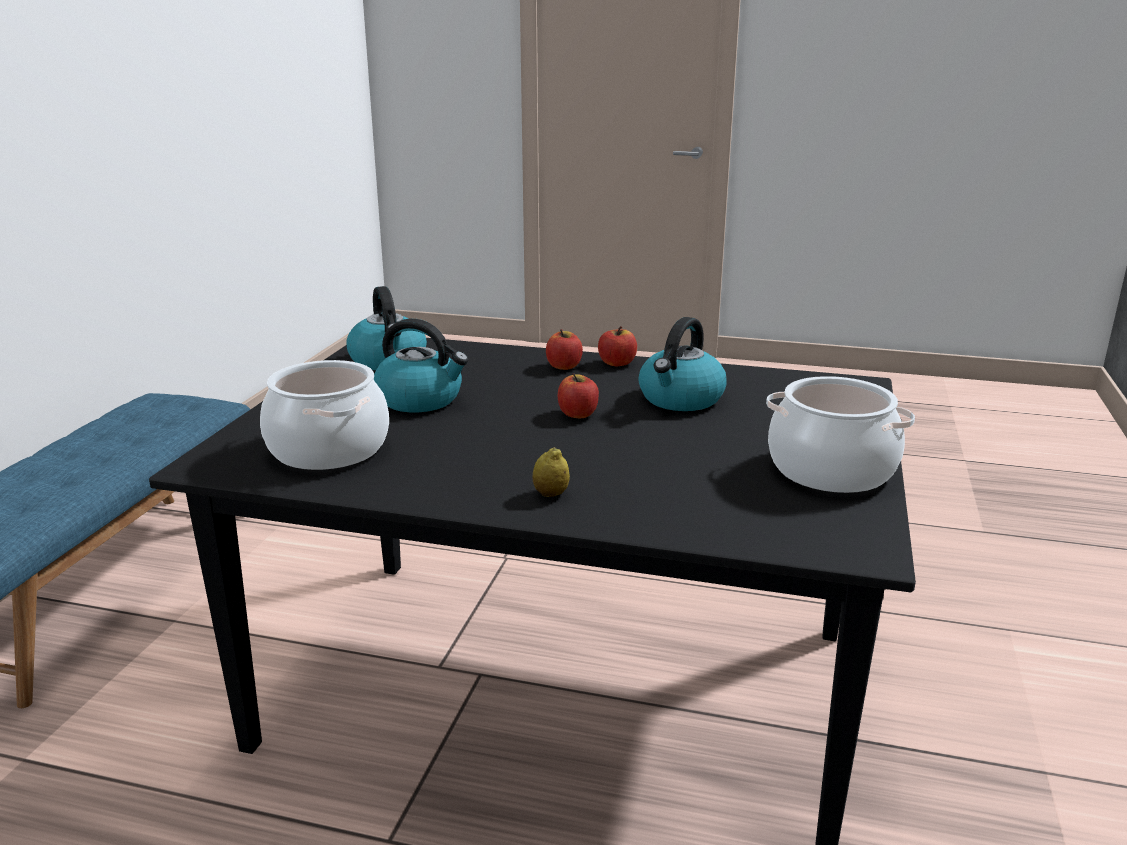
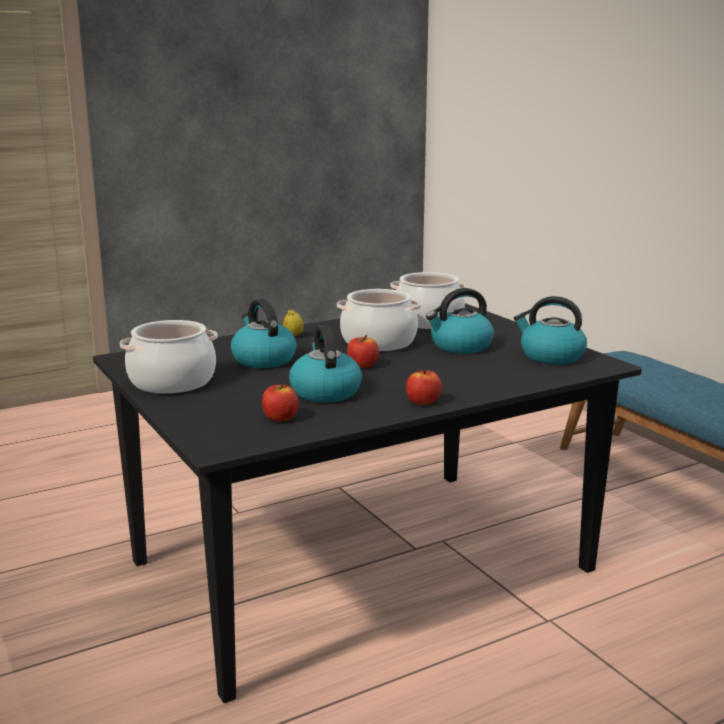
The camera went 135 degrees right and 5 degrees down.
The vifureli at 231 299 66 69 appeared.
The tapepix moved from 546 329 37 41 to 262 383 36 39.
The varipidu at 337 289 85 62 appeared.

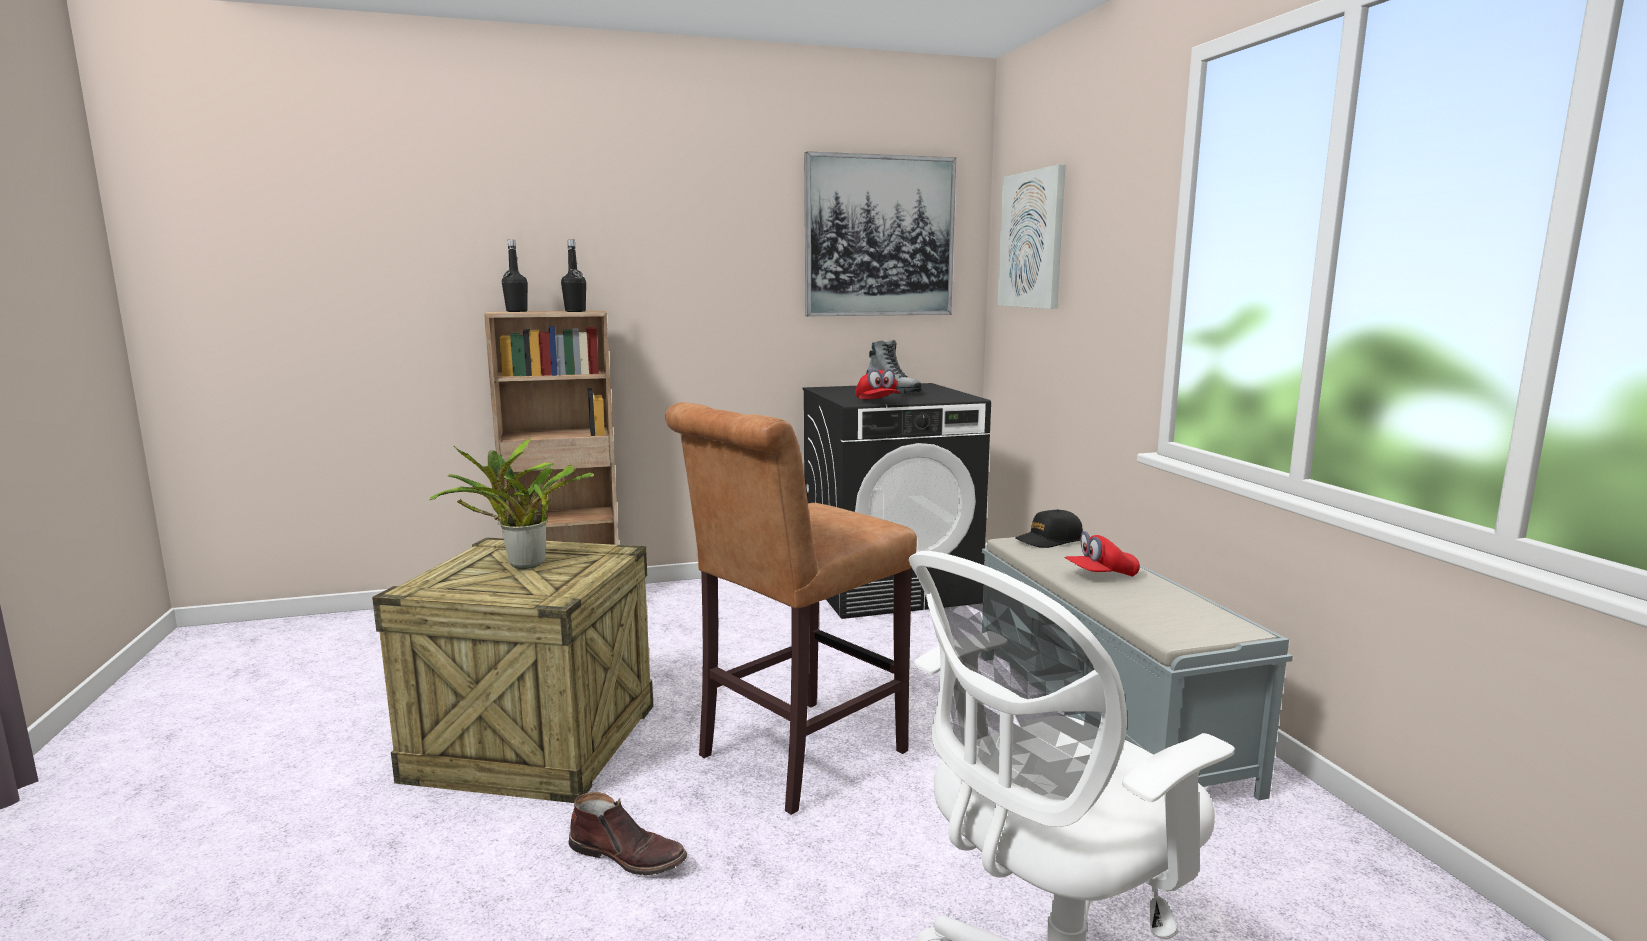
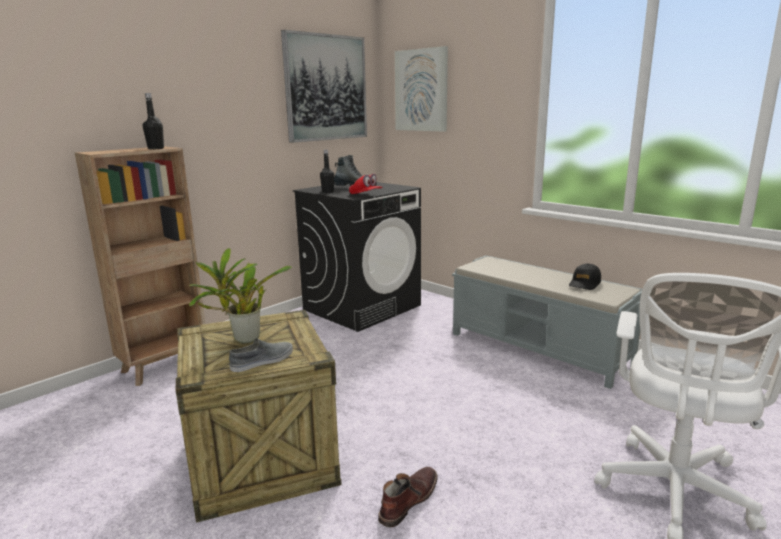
The camera went 30 degrees left and 5 degrees up.
The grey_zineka at 229 338 64 34 appeared.
The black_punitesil moved from 502 240 25 72 to 320 150 14 43.
The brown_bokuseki at 569 792 118 83 turned 45 degrees counterclockwise.
The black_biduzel moved from 1015 509 68 39 to 569 264 32 26.
The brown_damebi at 665 402 252 413 disappeared.
The red_biduzel at 1064 531 76 46 disappeared.

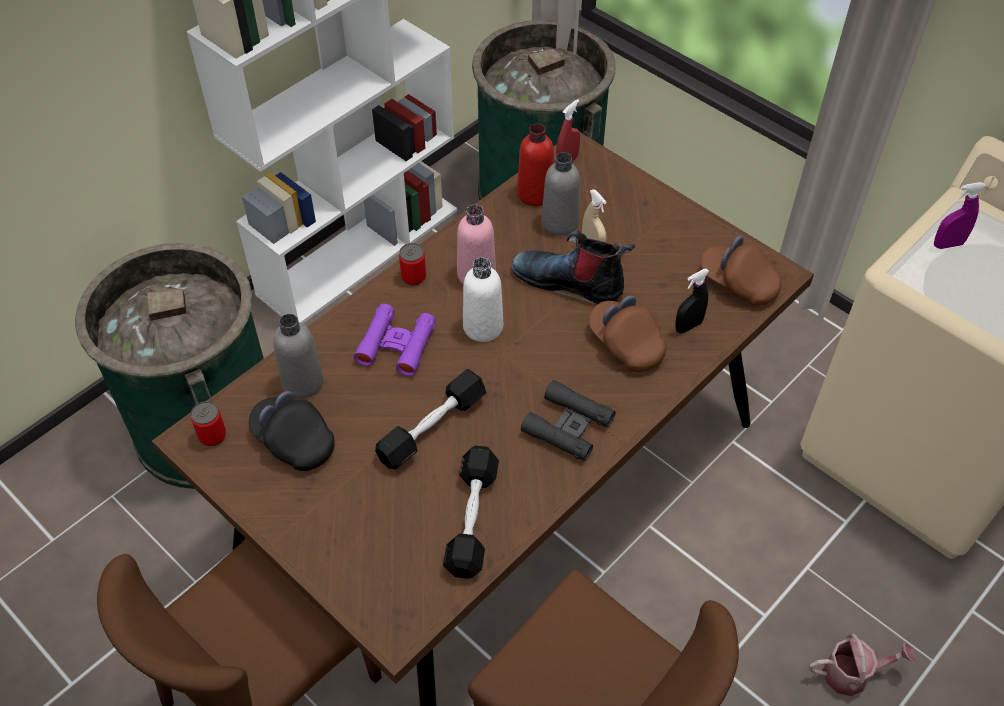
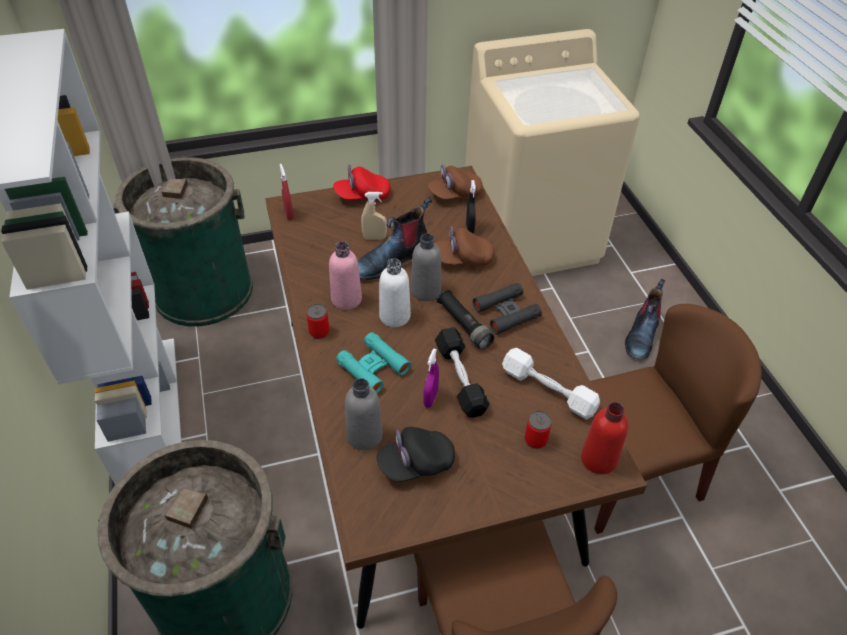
The camera went 60 degrees left and 5 degrees down.
The red_biduzel at 333 165 58 35 appeared.
The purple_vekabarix at 354 304 82 72 became the turquoise_vekabarix at 336 332 75 61.
The grey_punitesil moved from 542 152 38 83 to 411 234 30 67.
The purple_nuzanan moved from 934 182 52 67 to 423 348 16 60.
The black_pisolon at 437 290 57 59 appeared.
The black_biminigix at 443 446 56 133 became the white_biminigix at 502 348 98 71.
The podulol moved from 191 401 35 45 to 525 411 27 38.
The red_punitesil moved from 517 124 37 82 to 581 402 47 72.
The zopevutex at 809 634 106 62 was replaced by the bokuseki at 625 279 40 81.

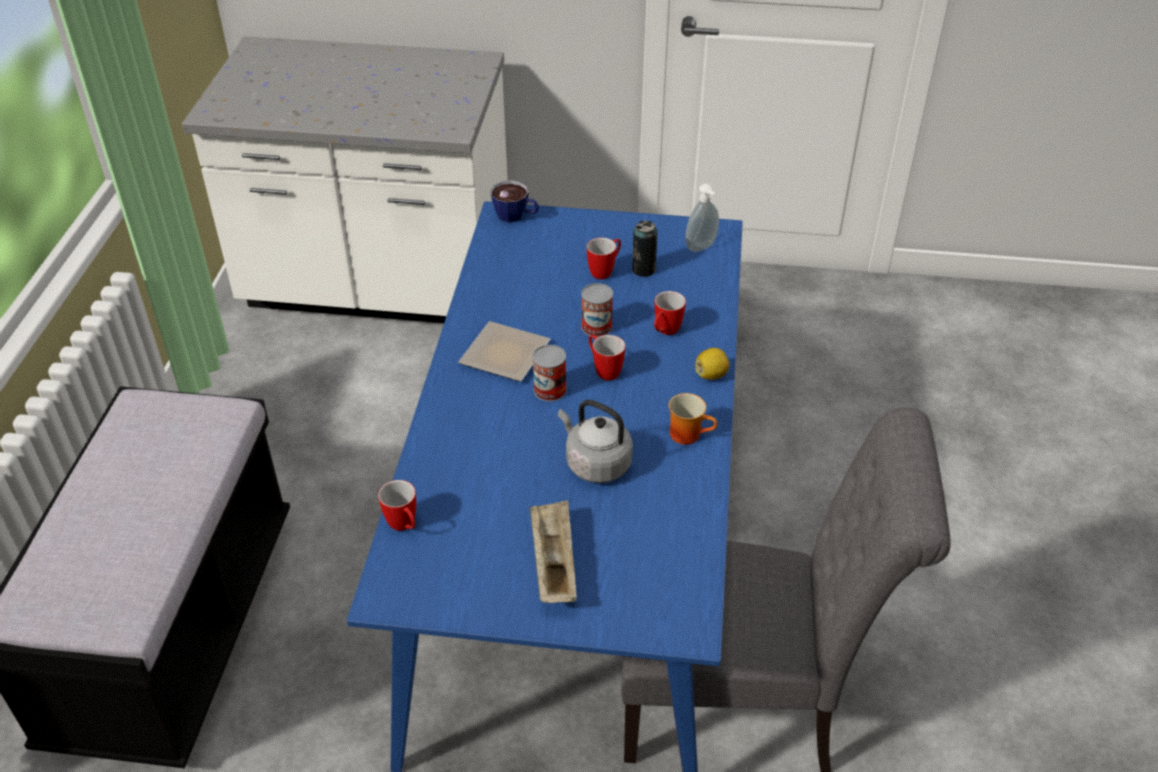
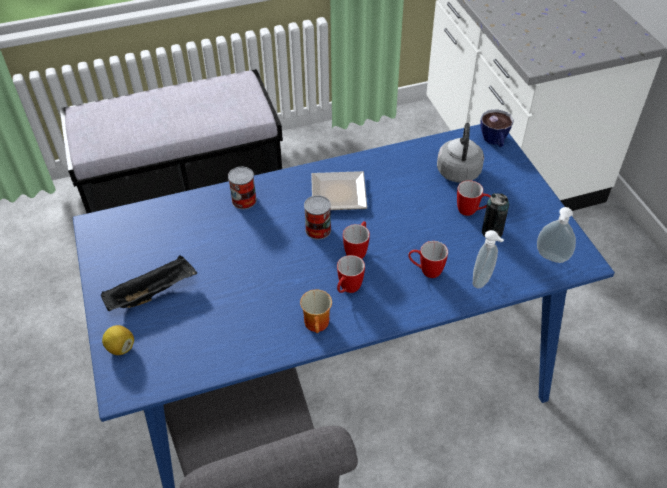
The camera went 65 degrees right and 5 degrees up.
The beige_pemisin at 530 500 46 103 became the black_pemisin at 101 255 96 56.
The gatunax moved from 695 348 35 32 to 102 325 32 30.
The podulol moved from 581 283 32 54 to 228 167 29 42.
The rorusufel moved from 378 480 38 51 to 337 255 28 38.
The grey_vifureli moved from 558 400 75 83 to 437 123 47 60.
The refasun at 473 230 31 58 appeared.

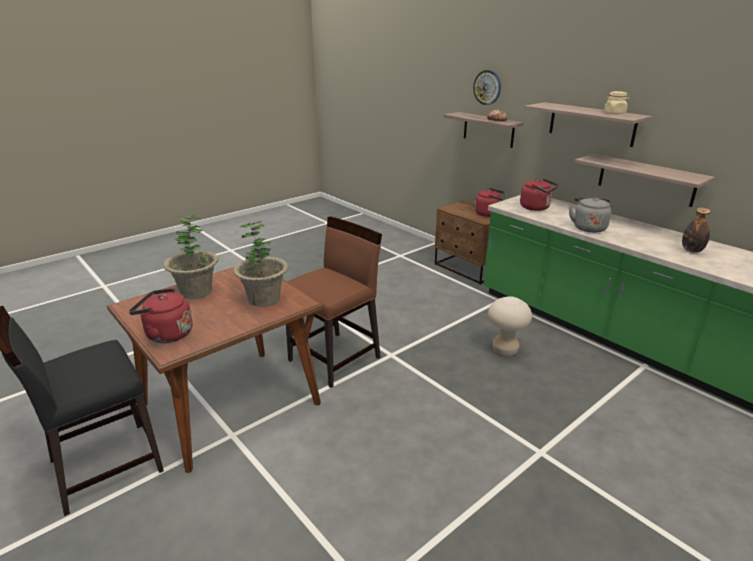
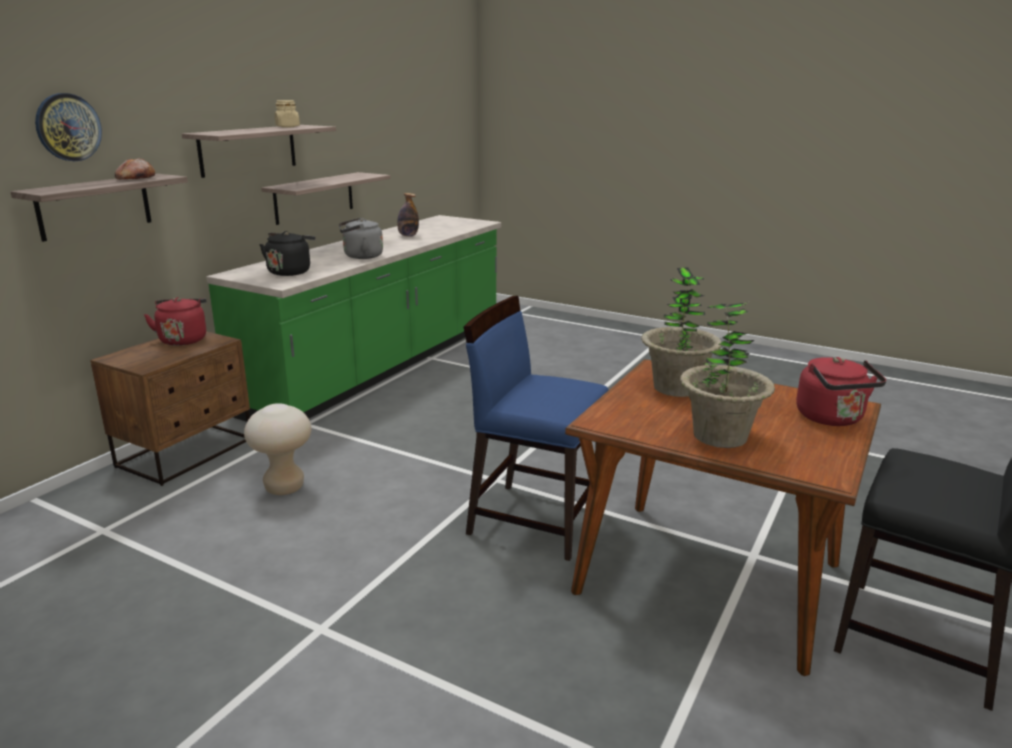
The camera went 110 degrees left and 5 degrees down.
The beige_damebi moved from 488 296 44 60 to 244 403 68 92.
The red_vifureli at 520 178 39 33 became the black_vifureli at 259 231 57 45.
The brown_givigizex at 286 216 96 172 became the blue_givigizex at 463 296 145 265.

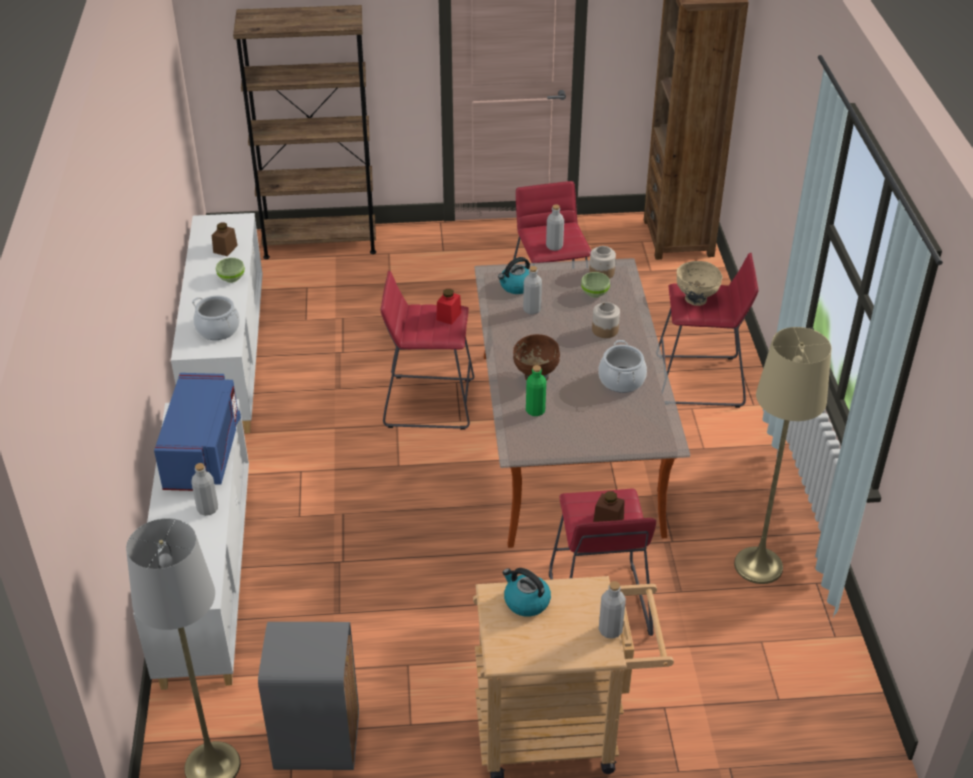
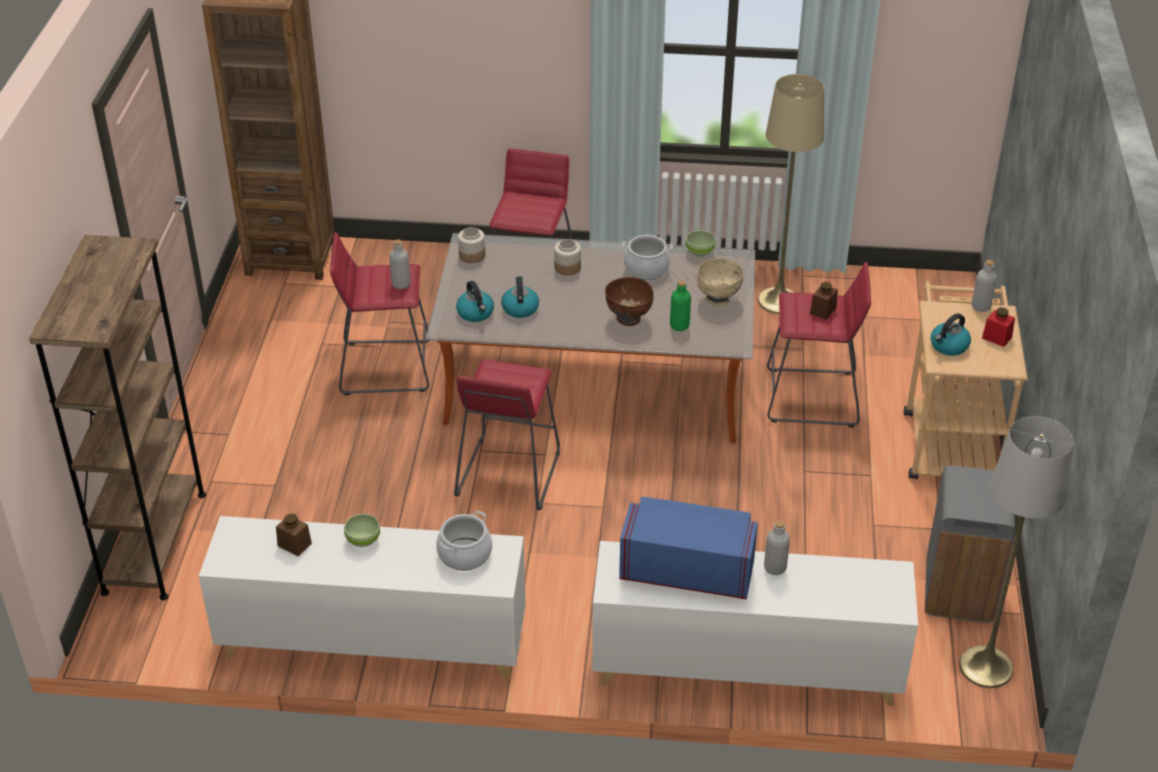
The camera went 80 degrees left and 0 degrees up.
The grey_punitesil at 523 266 19 49 was replaced by the vifureli at 501 277 38 41.
The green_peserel moved from 581 272 29 26 to 686 230 30 27.
The beige_peserel moved from 677 261 46 45 to 697 259 47 47.
The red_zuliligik moved from 436 289 25 36 to 982 307 33 40.

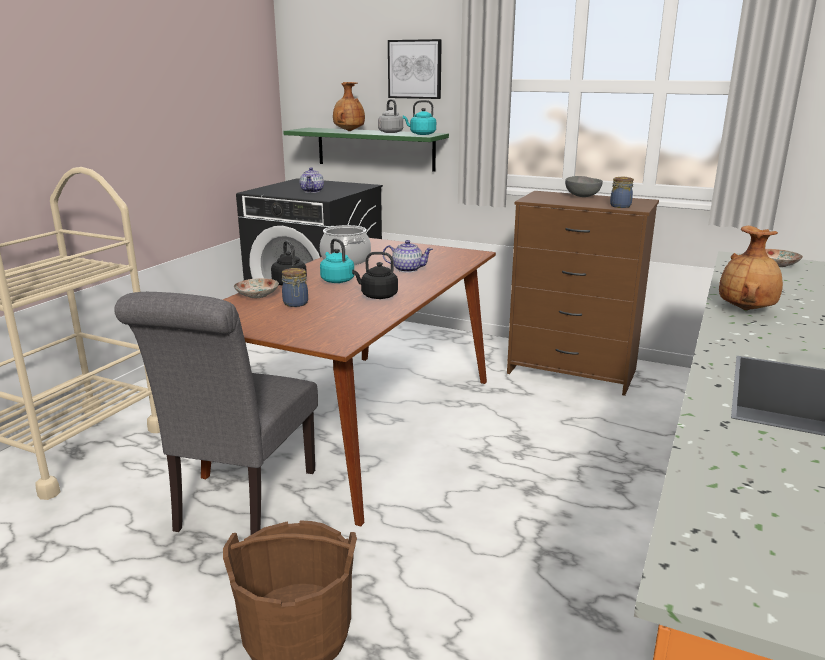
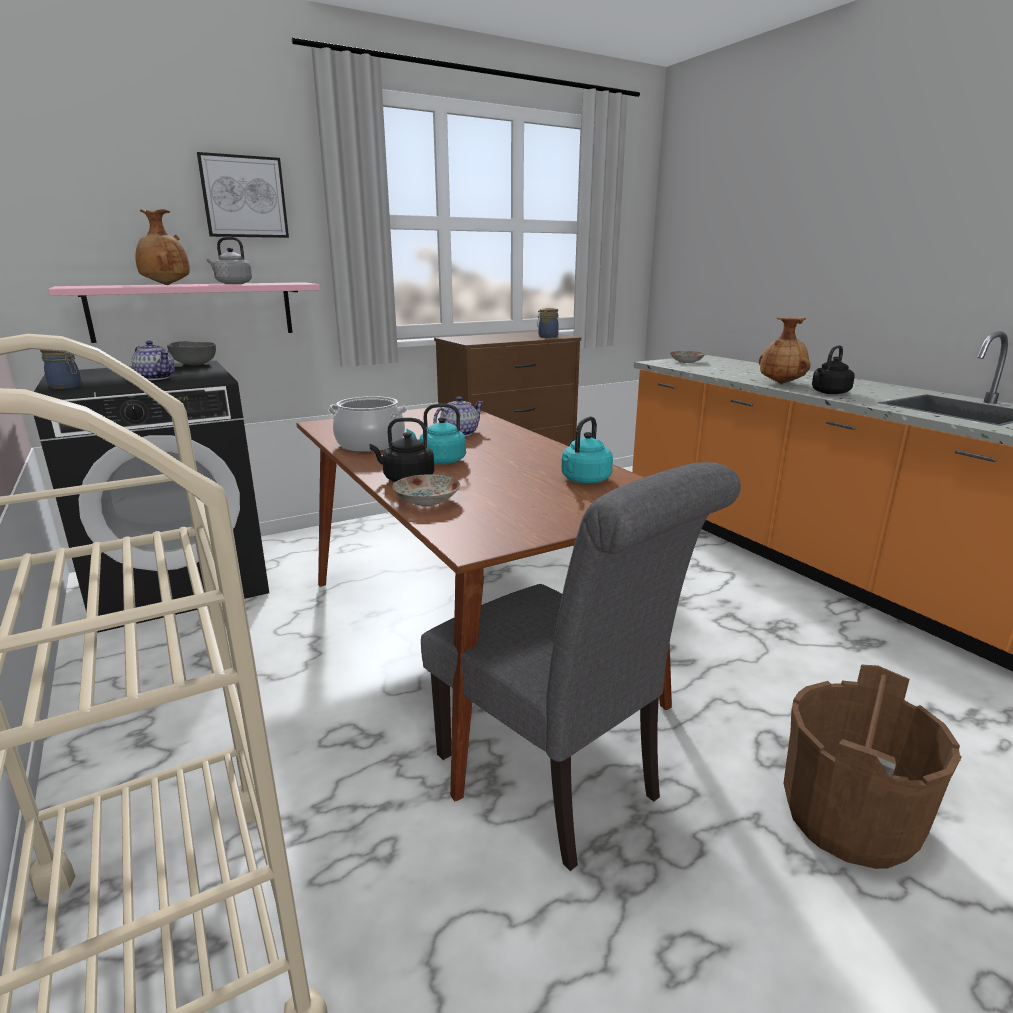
The camera went 55 degrees left and 0 degrees up.
The zuliligik moved from 282 268 26 39 to 40 350 41 39.
The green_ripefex at 283 128 166 44 became the pink_ripefex at 48 282 272 61.
The grey_peserel moved from 565 176 38 21 to 167 341 49 24.
The turquoise_vifureli moved from 403 100 33 35 to 561 416 52 67.
The black_vifureli moved from 352 252 46 47 to 812 345 43 49.

